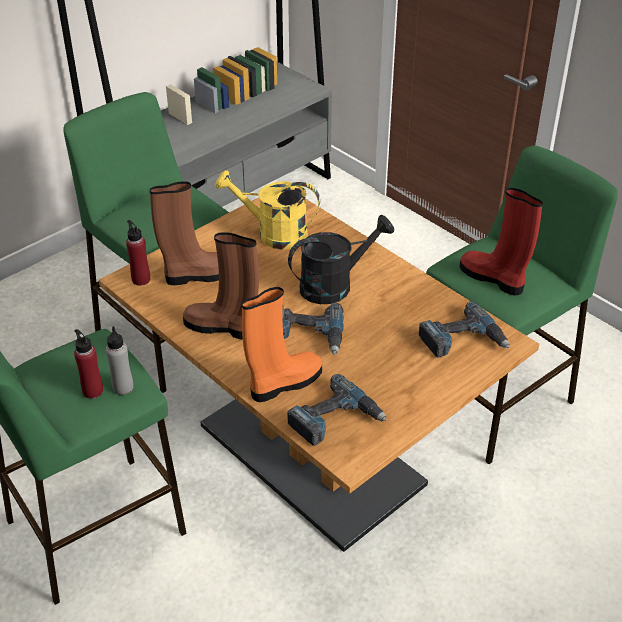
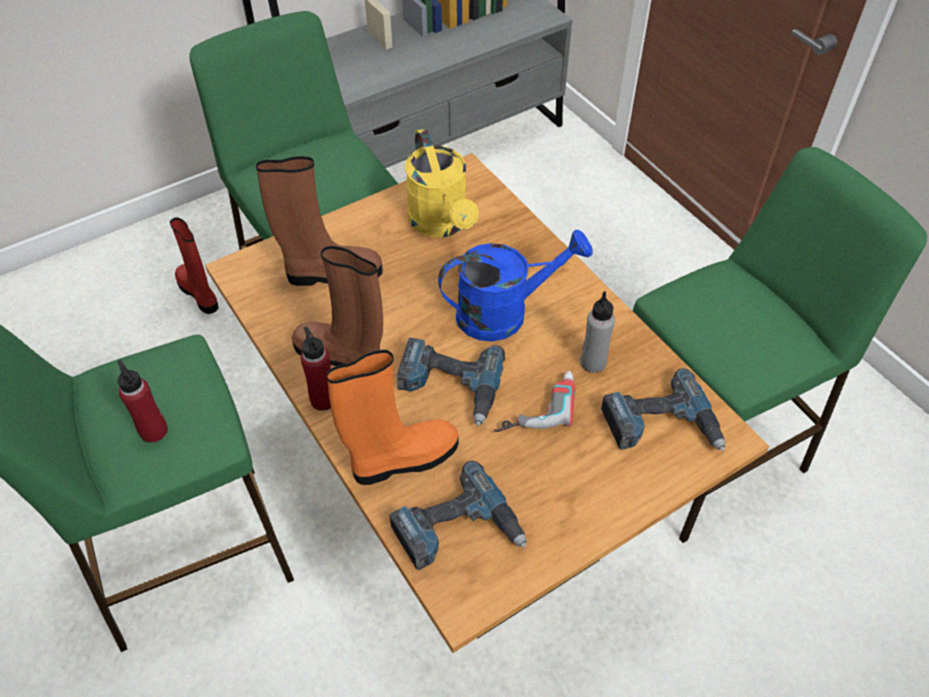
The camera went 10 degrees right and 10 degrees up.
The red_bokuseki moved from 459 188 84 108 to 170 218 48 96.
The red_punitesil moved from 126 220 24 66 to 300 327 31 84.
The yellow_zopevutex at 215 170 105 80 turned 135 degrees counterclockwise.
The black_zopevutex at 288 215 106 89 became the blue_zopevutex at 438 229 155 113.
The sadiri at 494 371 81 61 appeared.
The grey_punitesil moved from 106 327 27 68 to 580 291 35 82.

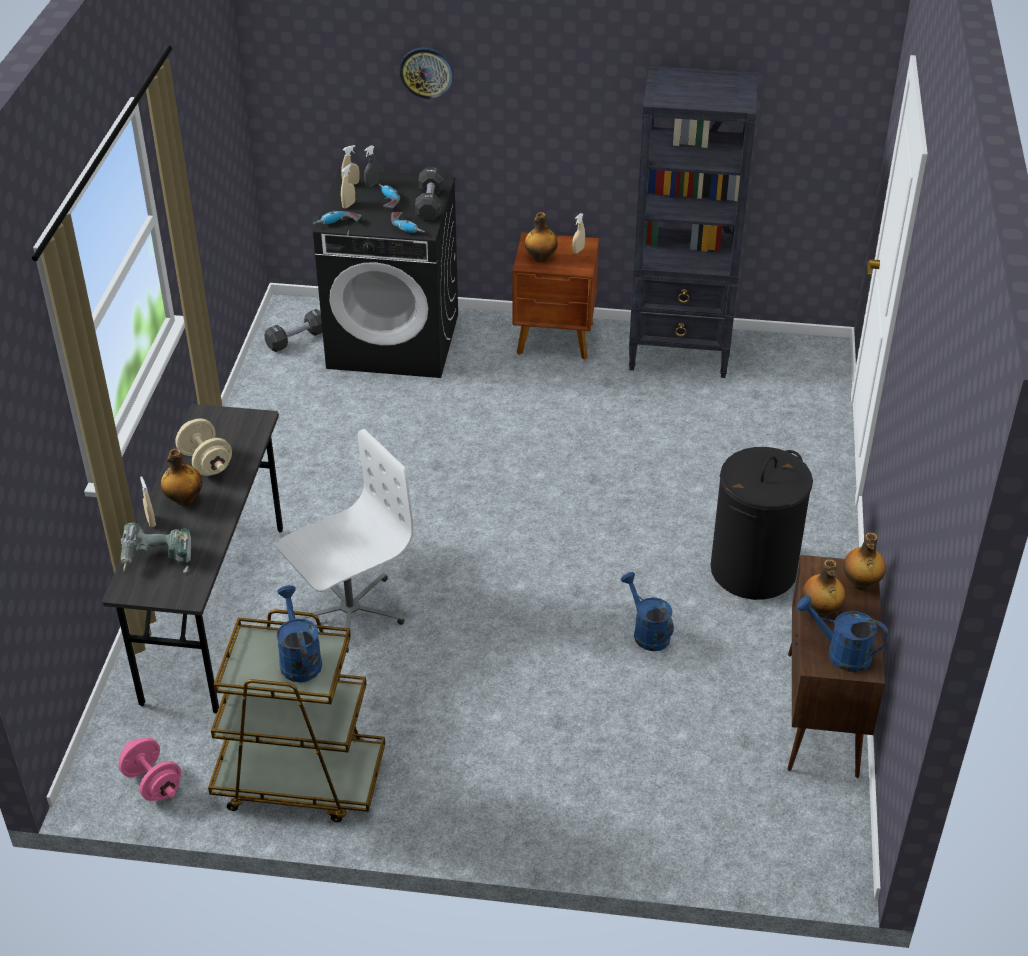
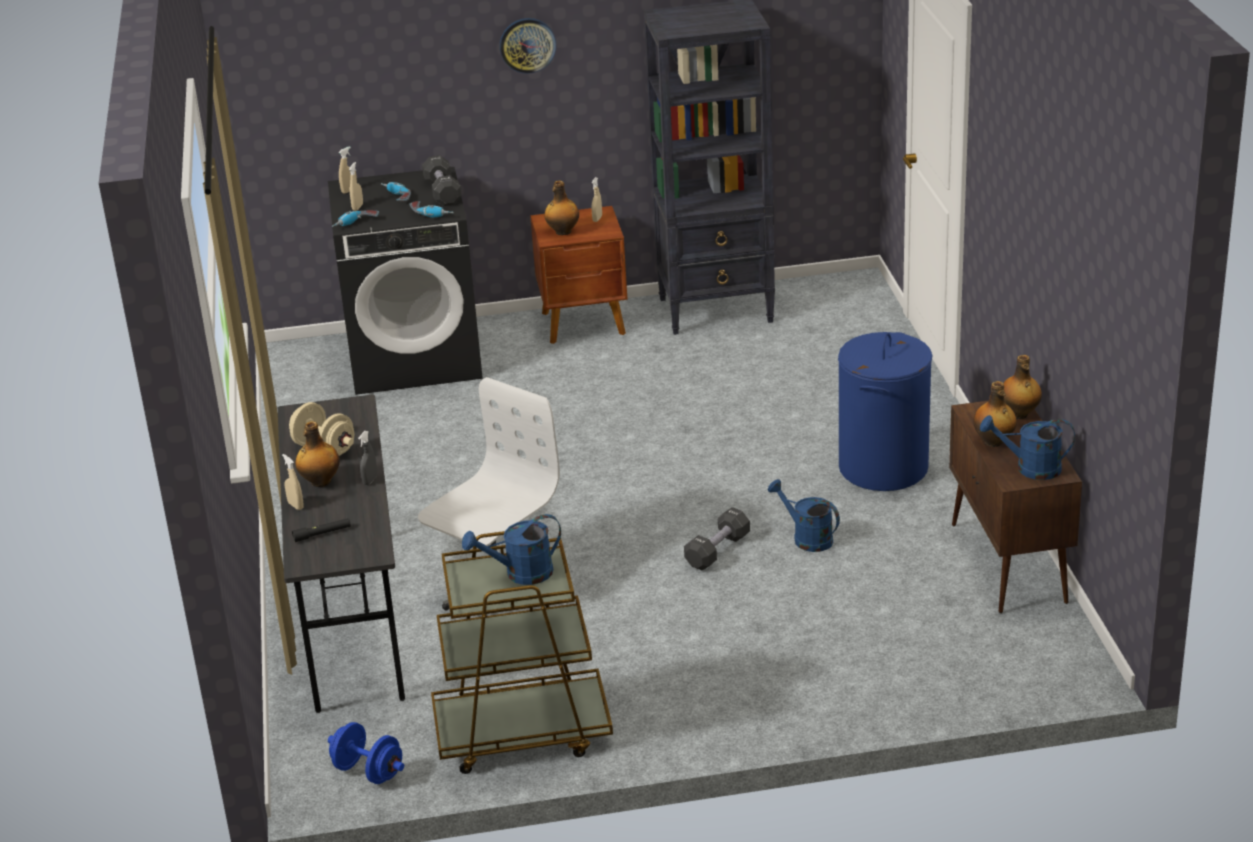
The camera went 15 degrees left and 10 degrees down.
The sadiri at 120 522 71 51 was replaced by the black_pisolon at 292 518 59 24.
The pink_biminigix at 118 738 63 63 became the blue_biminigix at 328 722 76 62.
The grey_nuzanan moved from 364 145 15 42 to 358 431 19 54.
The blue_zopevutex at 276 585 46 97 turned 75 degrees counterclockwise.
The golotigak moved from 399 47 55 52 to 500 18 56 56.
The black_biminigix moved from 264 309 59 43 to 684 507 66 64.
The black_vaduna at 711 447 102 153 became the blue_vaduna at 838 332 95 159.

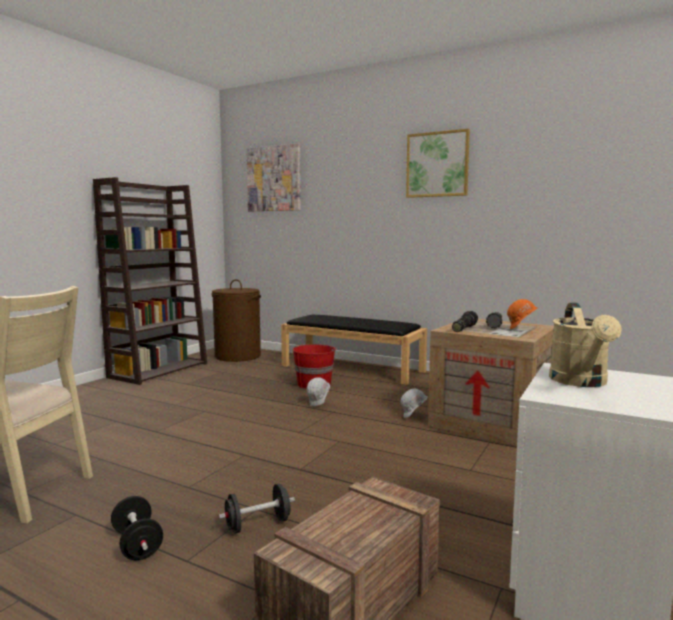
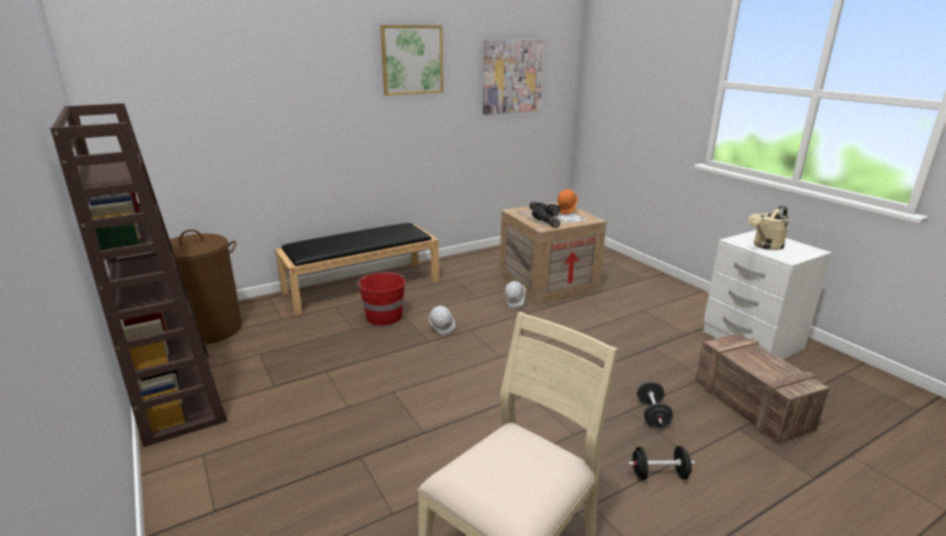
The camera went 60 degrees left and 15 degrees up.
The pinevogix moved from 246 143 55 68 to 483 39 61 76.
The beige_zopevutex at 549 303 73 84 turned 105 degrees clockwise.

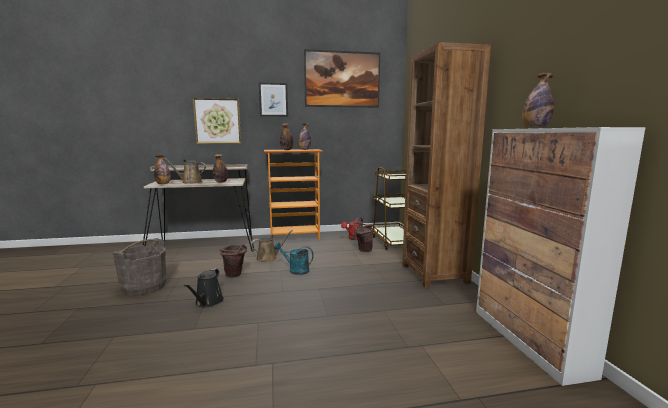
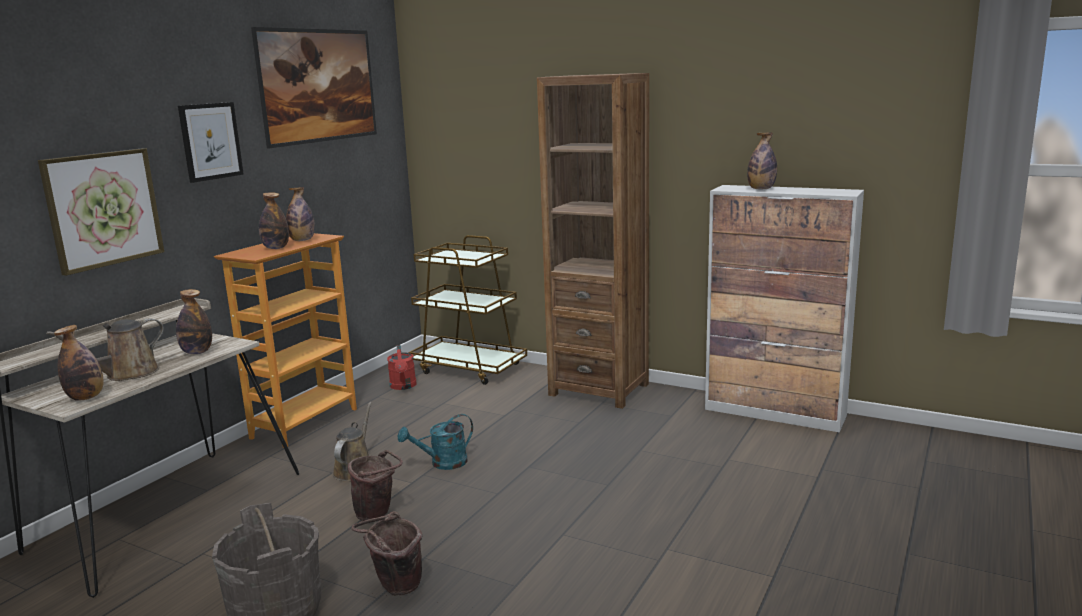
The camera went 50 degrees left and 5 degrees up.
The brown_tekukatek moved from 354 223 19 29 to 351 511 71 84.
The black_zopevutex at 184 269 40 38 disappeared.

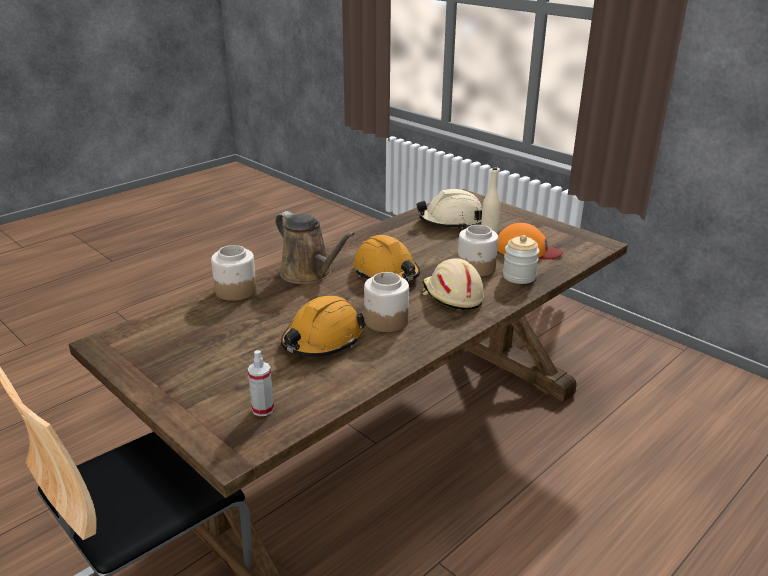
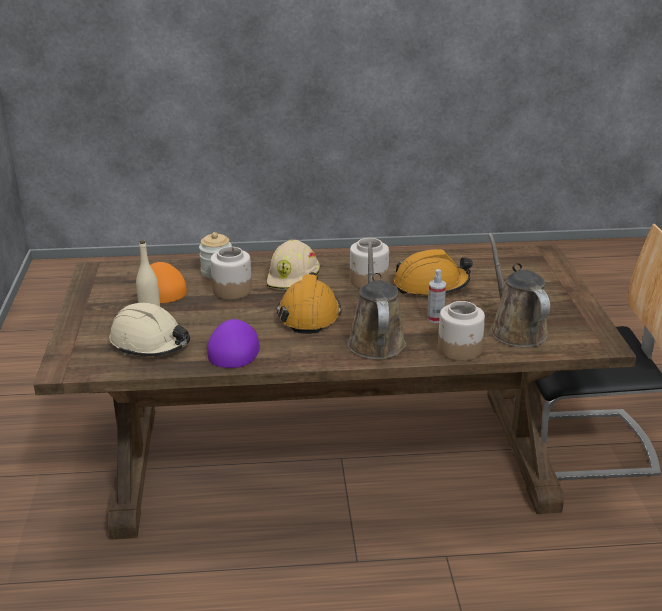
The camera went 140 degrees left and 0 degrees up.
The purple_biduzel at 207 319 53 49 appeared.
The nuzanan moved from 248 350 26 66 to 427 269 19 54.
The brown_zopevutex at 488 233 62 114 appeared.

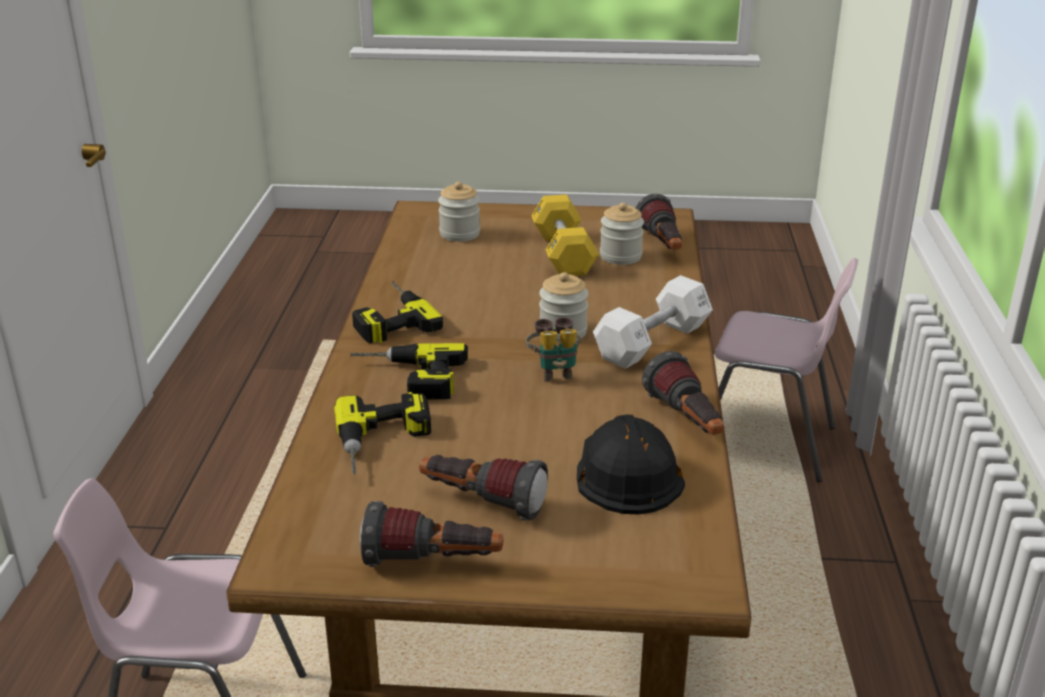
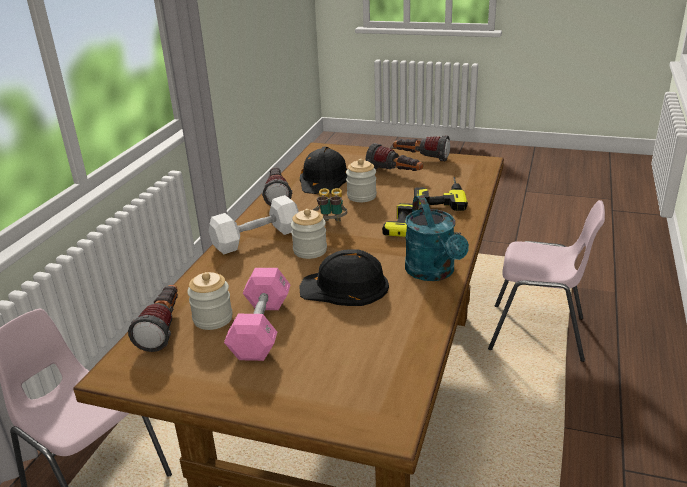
The camera went 165 degrees left and 0 degrees up.
The yellow_biminigix at 532 195 67 81 became the pink_biminigix at 224 268 66 93.
The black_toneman at 299 249 90 57 appeared.
The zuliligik moved from 438 182 42 60 to 346 159 31 43.
The sadiri at 352 282 91 61 was replaced by the turquoise_zopevutex at 405 195 64 86.

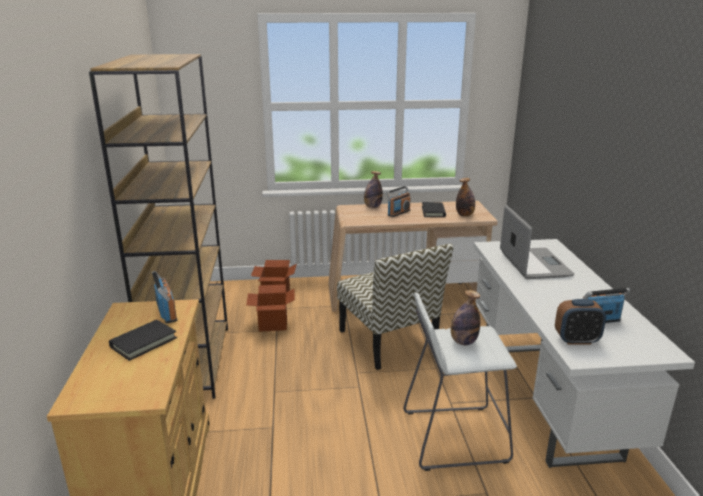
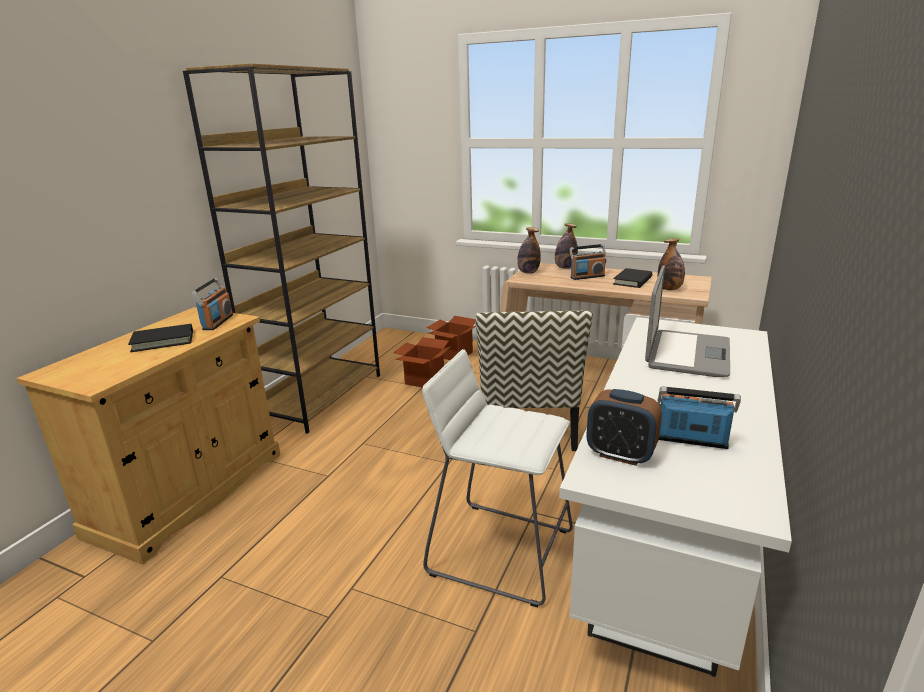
The camera went 30 degrees right and 0 degrees up.
The punitesil moved from 451 290 29 55 to 517 227 24 47.

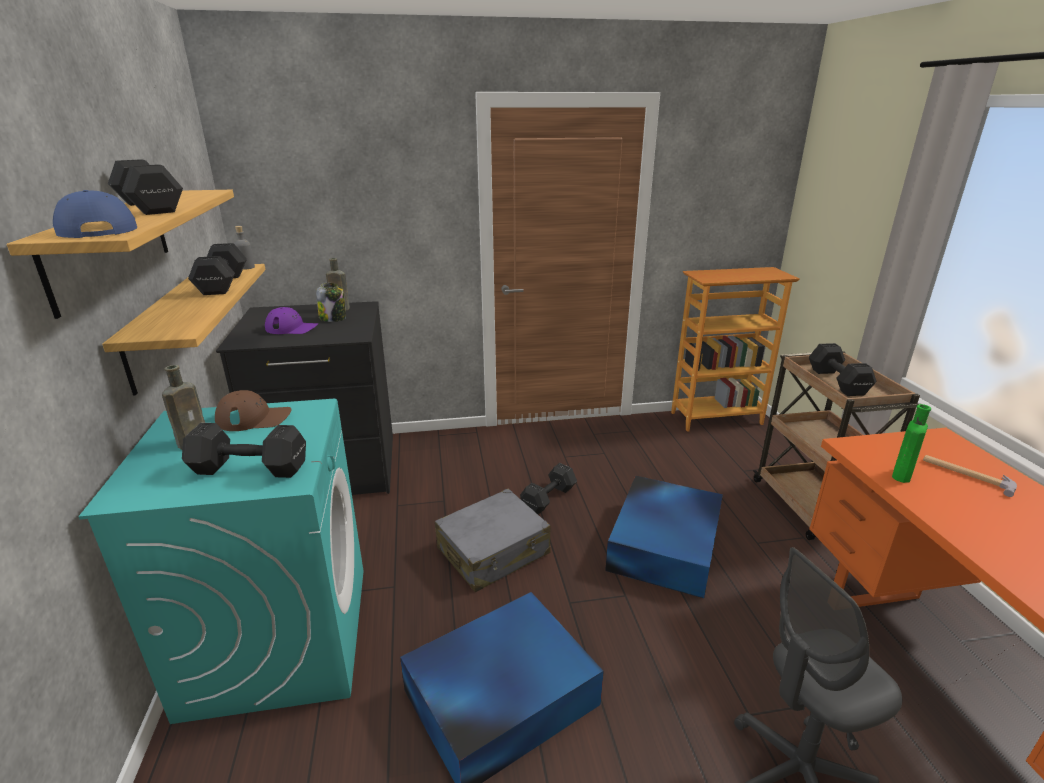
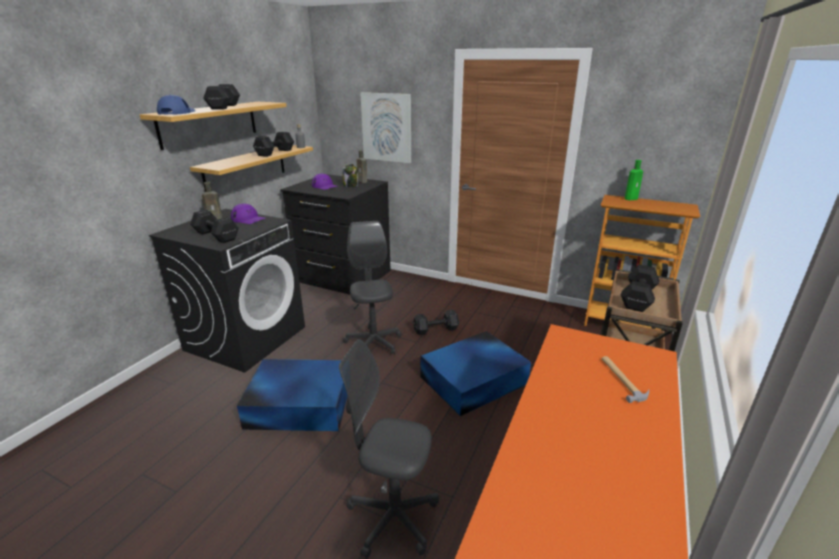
The camera went 35 degrees right and 0 degrees up.
The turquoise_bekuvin at 78 399 286 325 became the black_bekuvin at 149 209 156 164.
The brown_biduzel at 215 390 77 41 became the purple_biduzel at 231 204 34 20.
The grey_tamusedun at 435 489 116 103 was replaced by the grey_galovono at 343 221 59 133.
The pinevogix at 360 92 51 71 appeared.
The green_punitesil moved from 892 404 39 79 to 625 160 18 40.

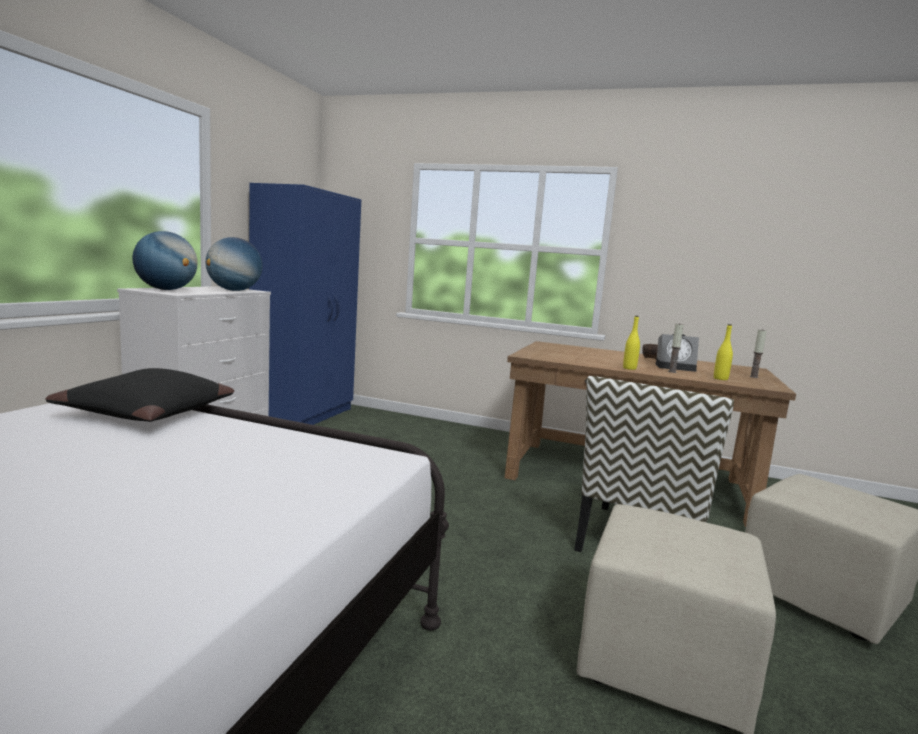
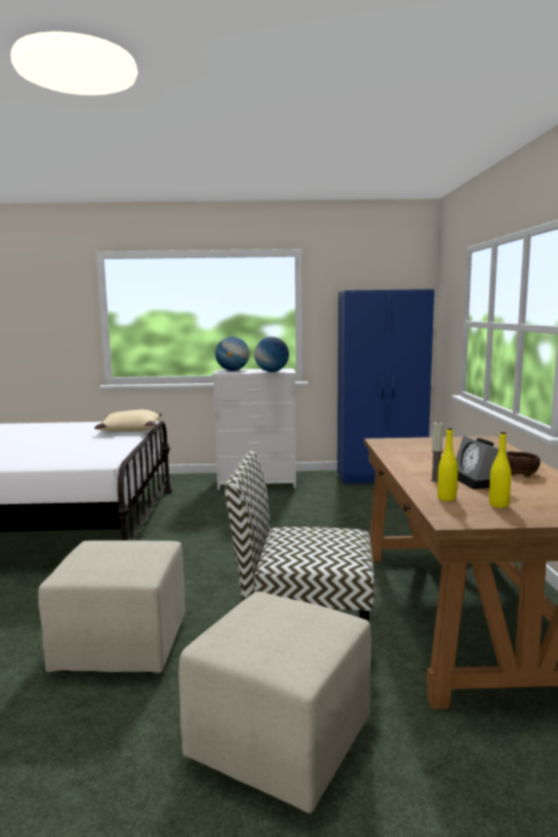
The camera went 70 degrees right and 0 degrees up.
The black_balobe at 46 368 188 54 became the beige_balobe at 94 410 68 21.
The yellow_punitesil moved from 623 316 17 54 to 489 432 22 76.
The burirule at 749 329 18 49 disappeared.

